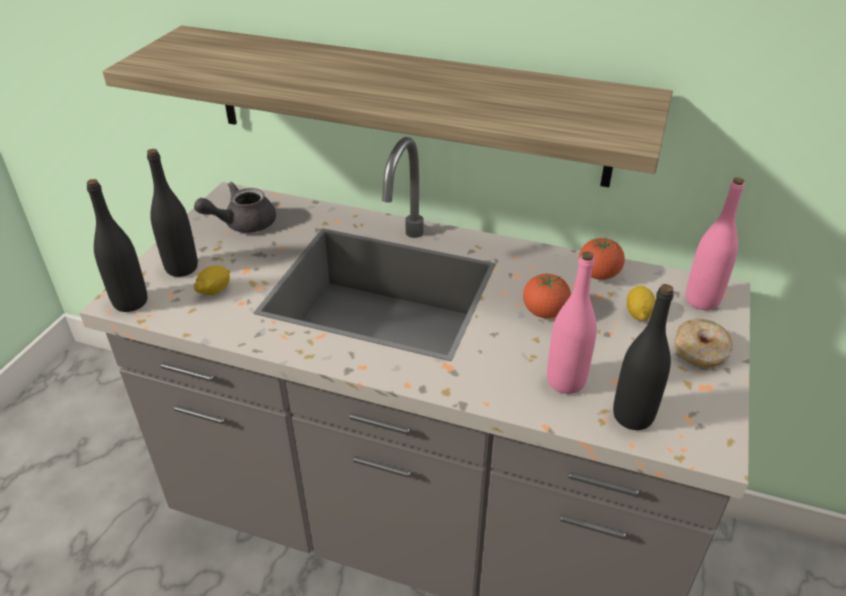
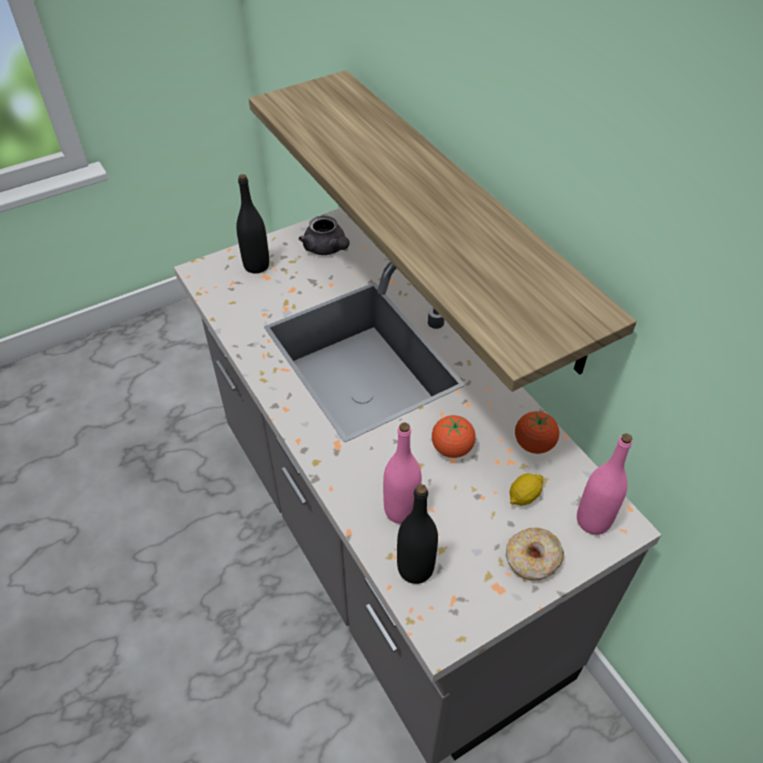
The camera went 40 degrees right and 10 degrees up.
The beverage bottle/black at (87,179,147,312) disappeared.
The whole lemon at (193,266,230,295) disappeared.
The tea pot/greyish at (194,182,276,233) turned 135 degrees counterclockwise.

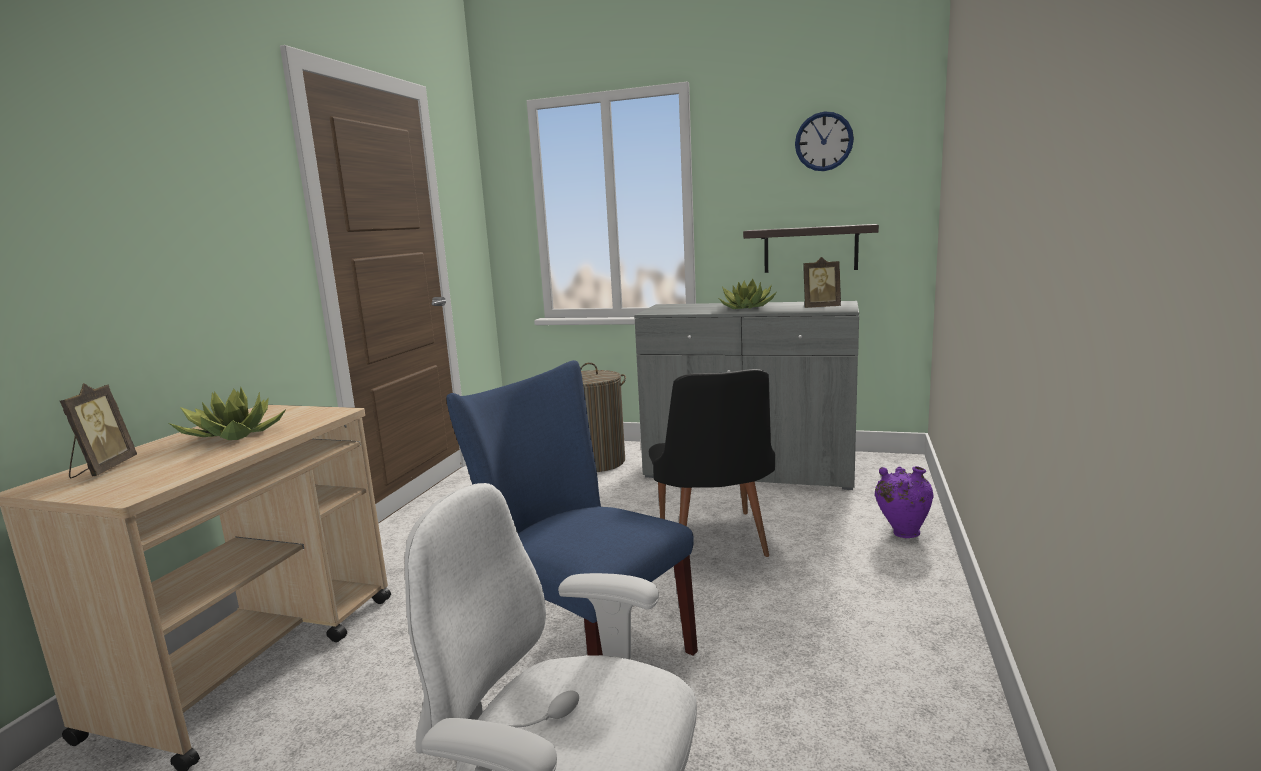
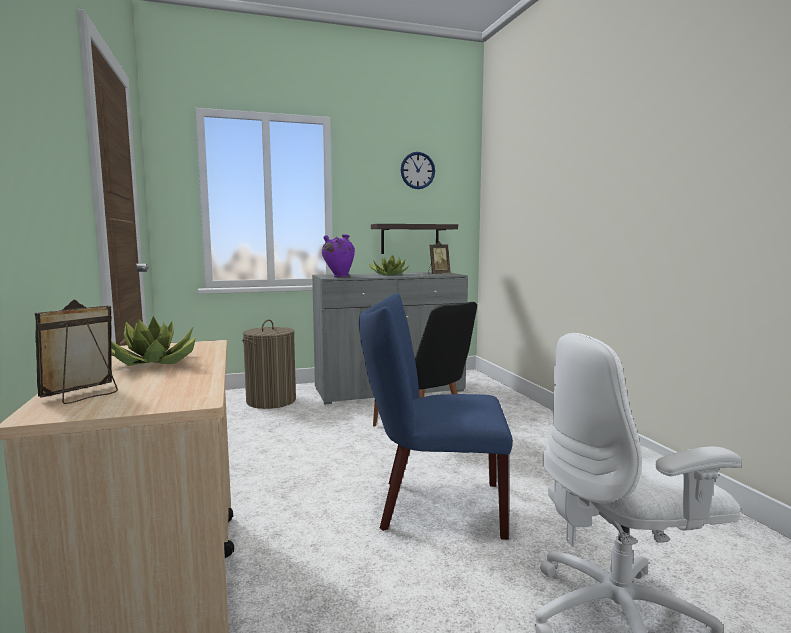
The camera went 35 degrees left and 5 degrees down.
The flower vase/purple moved from (875,466,934,538) to (322,234,355,277).
The standing frame at (60,383,137,478) turned 105 degrees counterclockwise.

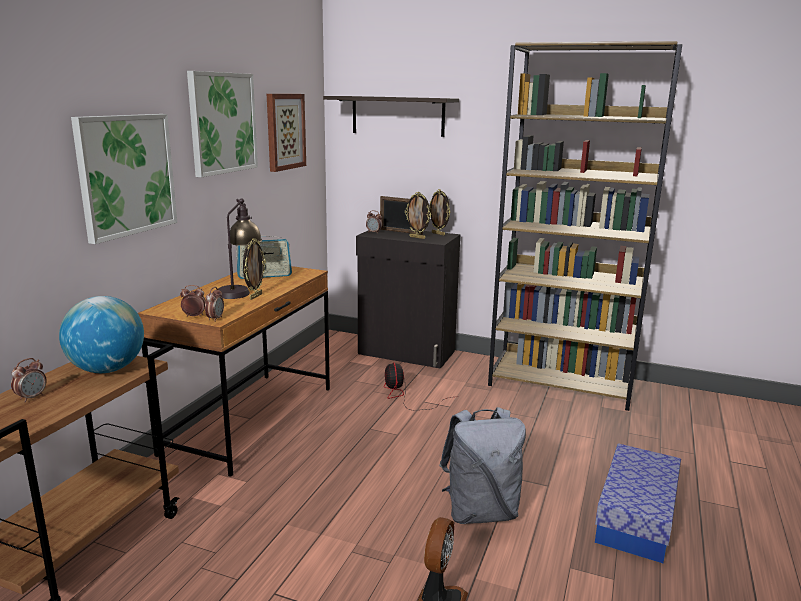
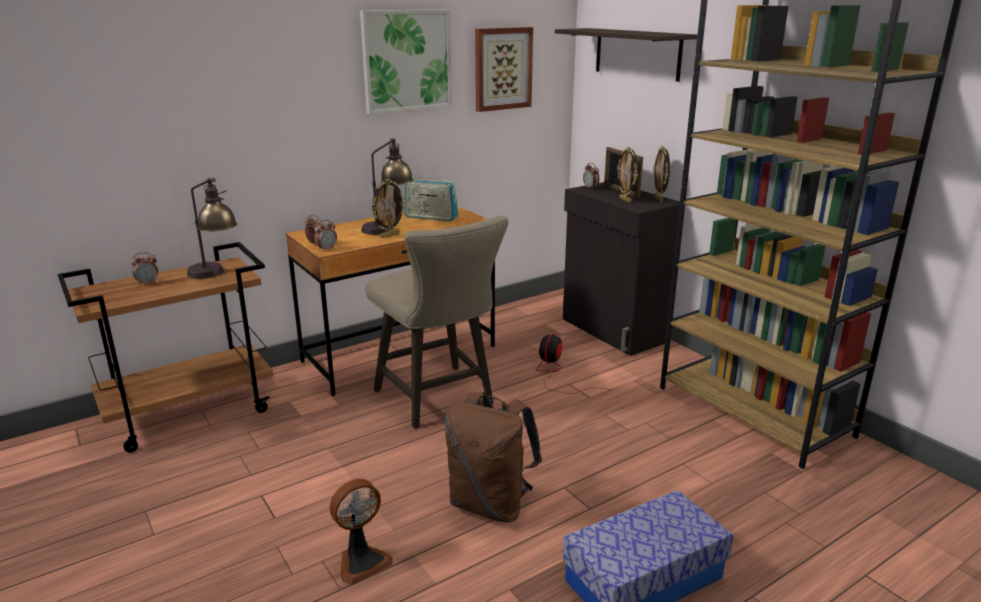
The camera went 35 degrees right and 5 degrees up.
The wall picture at (71,114,177,244) disappeared.
The sitting stool/beige at (365,216,508,429) appeared.
The globe at (59,296,144,373) was replaced by the tabletop lamp at (187,177,237,279).
The knapsack/greyish at (439,407,526,524) became the knapsack/brown at (445,392,542,522).

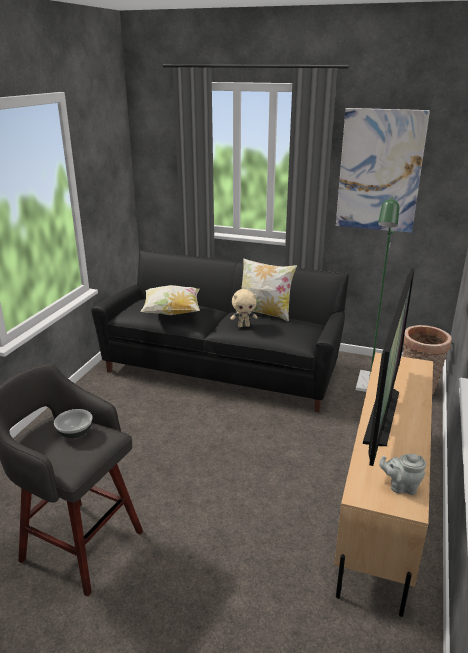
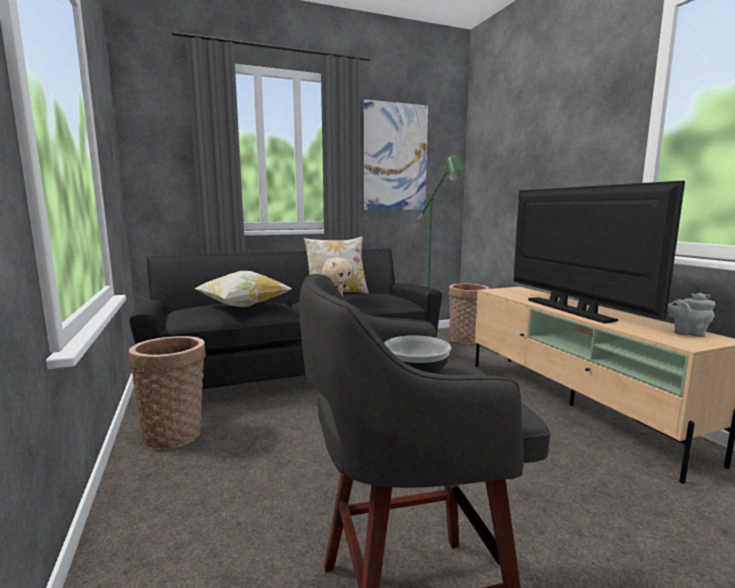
The camera went 40 degrees left and 15 degrees down.
The household basket at (128,336,206,451) appeared.
The tea pot/greyish at (379,453,426,495) turned 60 degrees clockwise.

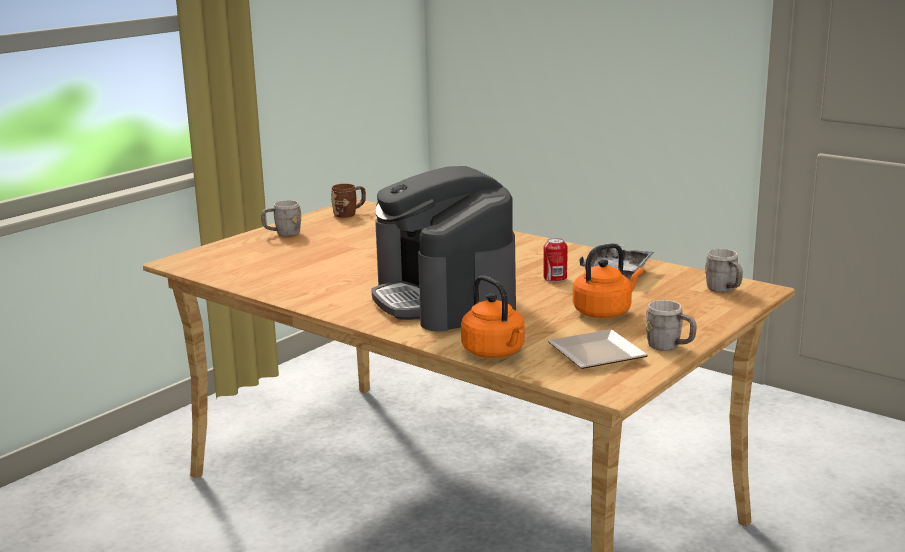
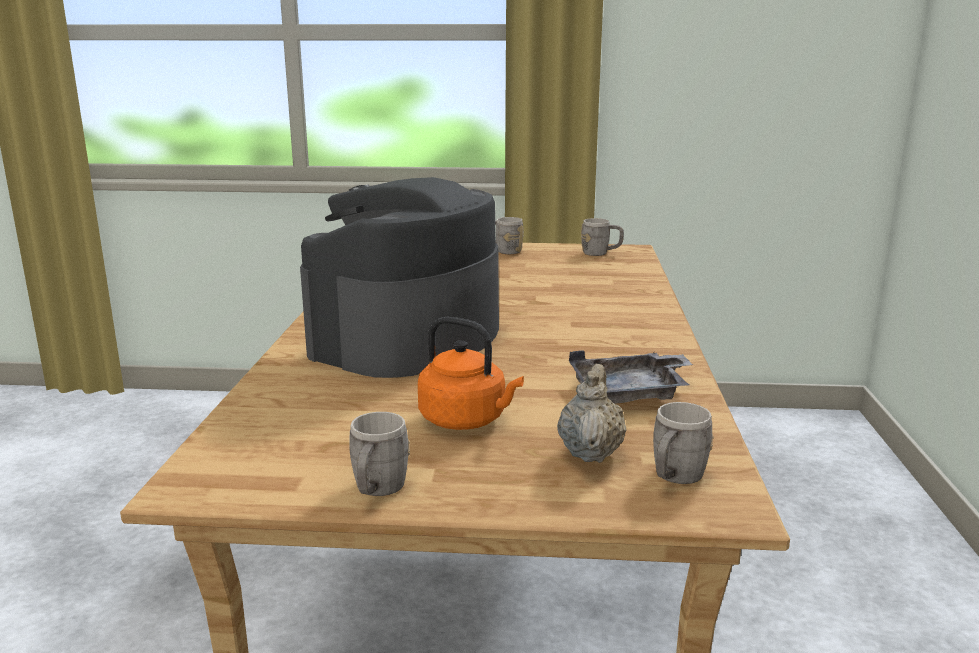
The camera went 55 degrees right and 0 degrees up.
The kettle/orangey at (461,276,525,358) disappeared.
The can at (543,238,568,282) disappeared.
The dinner plate at (548,329,648,369) disappeared.
The tea pot/beige at (557,364,627,463) appeared.
The coffee mug/brown at (331,184,366,218) became the coffee mug/greyish at (581,218,624,256).

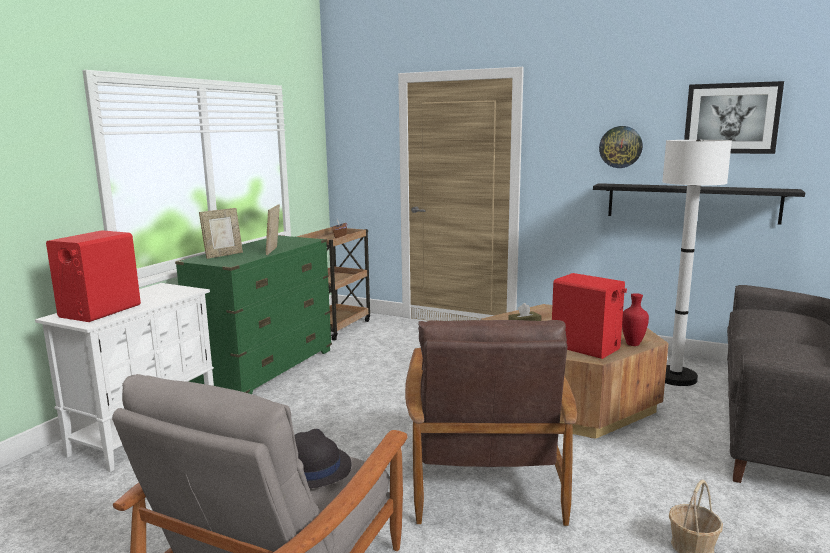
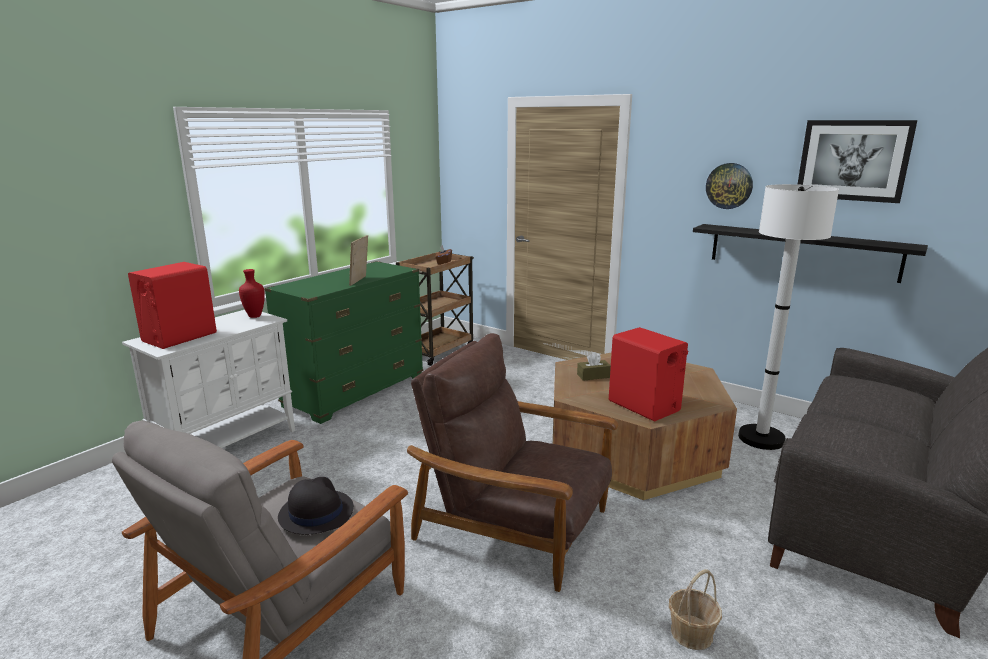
The camera went 10 degrees right and 5 degrees up.
The standing frame at (199,208,243,259) disappeared.
The flower vase/red moved from (622,293,649,346) to (239,269,265,318).
The armchair/brown at (405,320,577,526) turned 105 degrees clockwise.

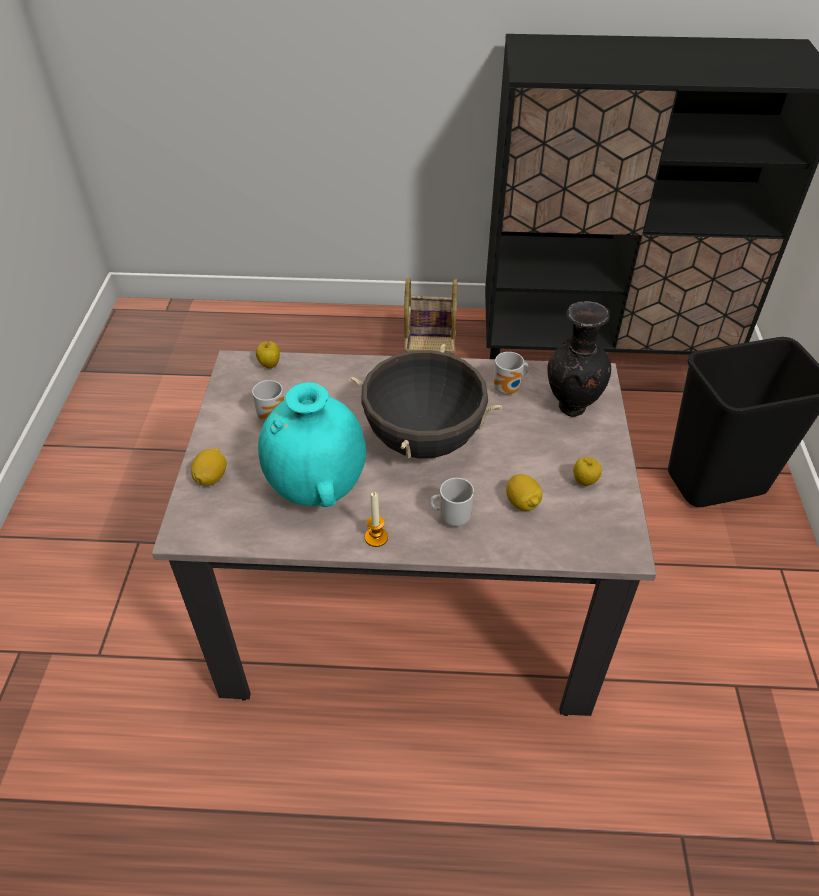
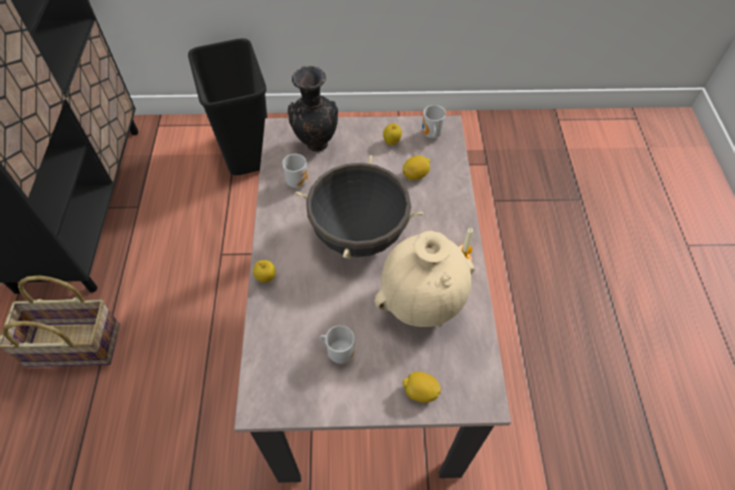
The camera went 95 degrees left and 10 degrees up.
The apple moved from (256,340,280,369) to (253,260,276,283).
The coffee mug moved from (429,478,474,526) to (422,105,446,138).
The flower vase/turquoise at (258,382,366,507) became the flower vase/beige at (374,231,475,327).

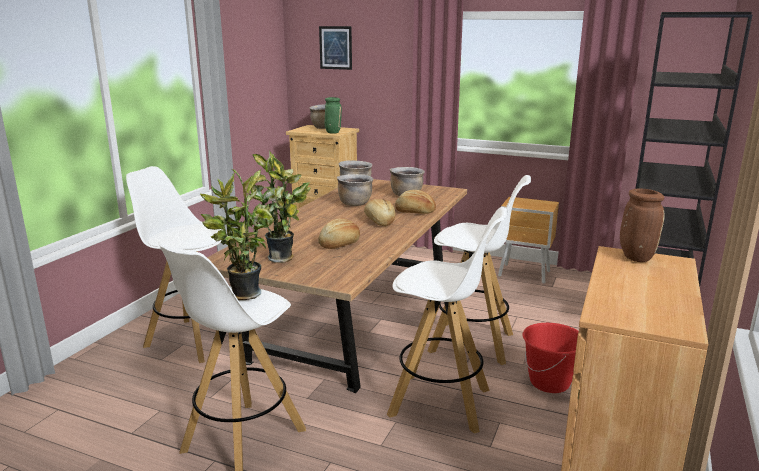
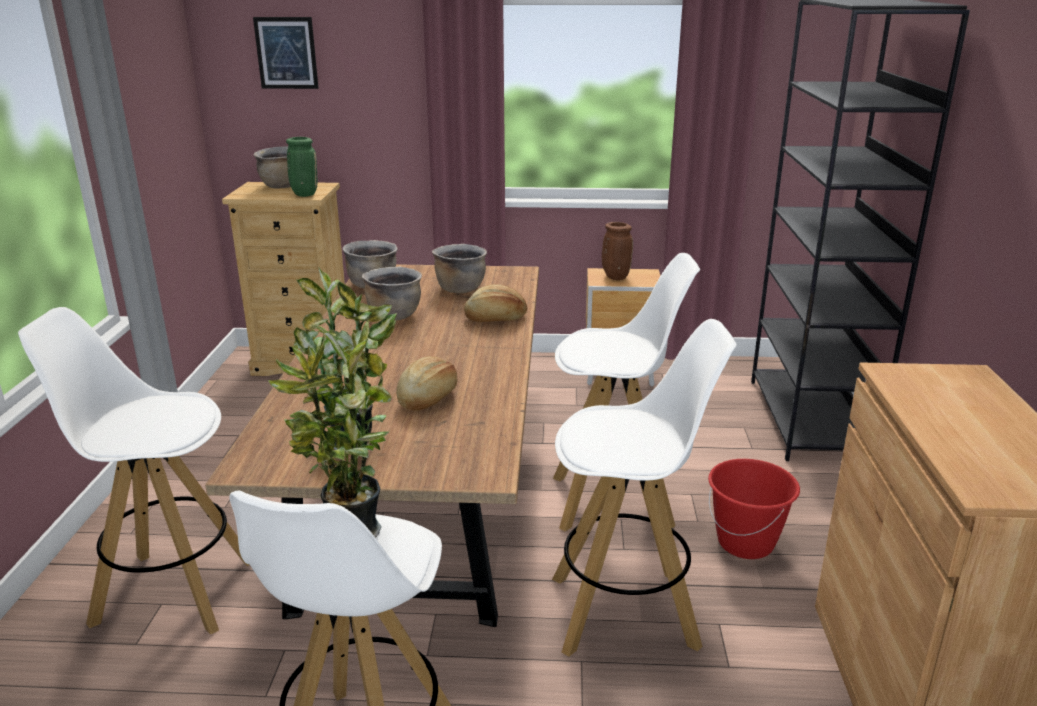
The camera went 20 degrees left and 5 degrees up.
The bread at (364,199,395,226) disappeared.
The flower vase/brown moved from (620,188,665,262) to (602,222,633,280).

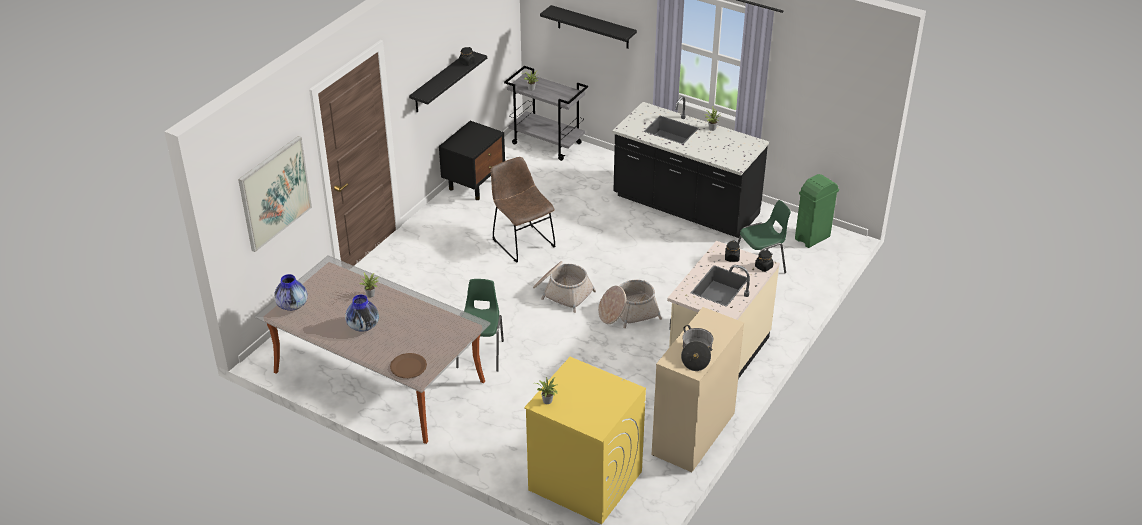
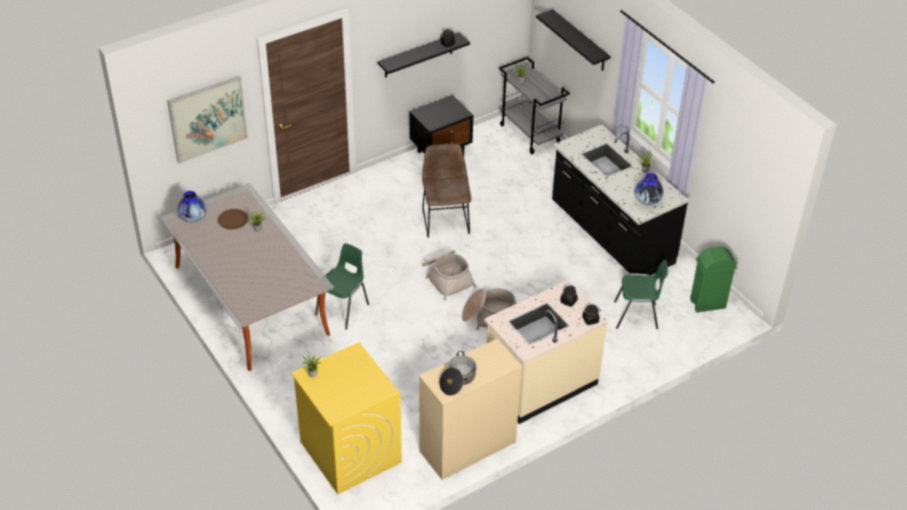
The camera went 25 degrees right and 5 degrees up.
The flower vase moved from (345,295,379,332) to (634,173,663,205).
The dinner plate/brown moved from (390,353,427,378) to (218,209,248,230).

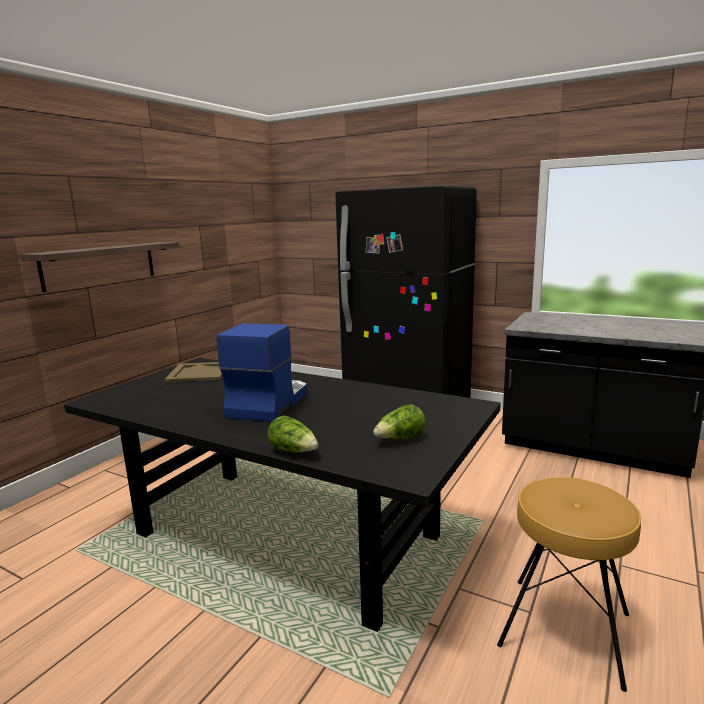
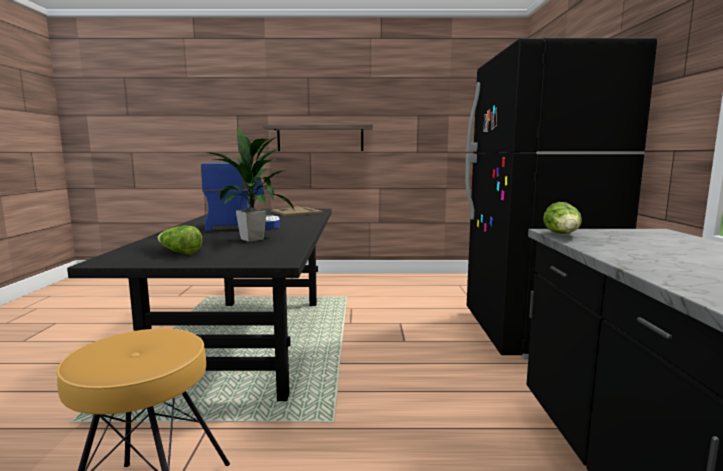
The camera went 60 degrees right and 5 degrees down.
The plant in a pot at (209,127,295,242) appeared.
The lettuce moved from (268,415,318,452) to (543,202,582,234).

